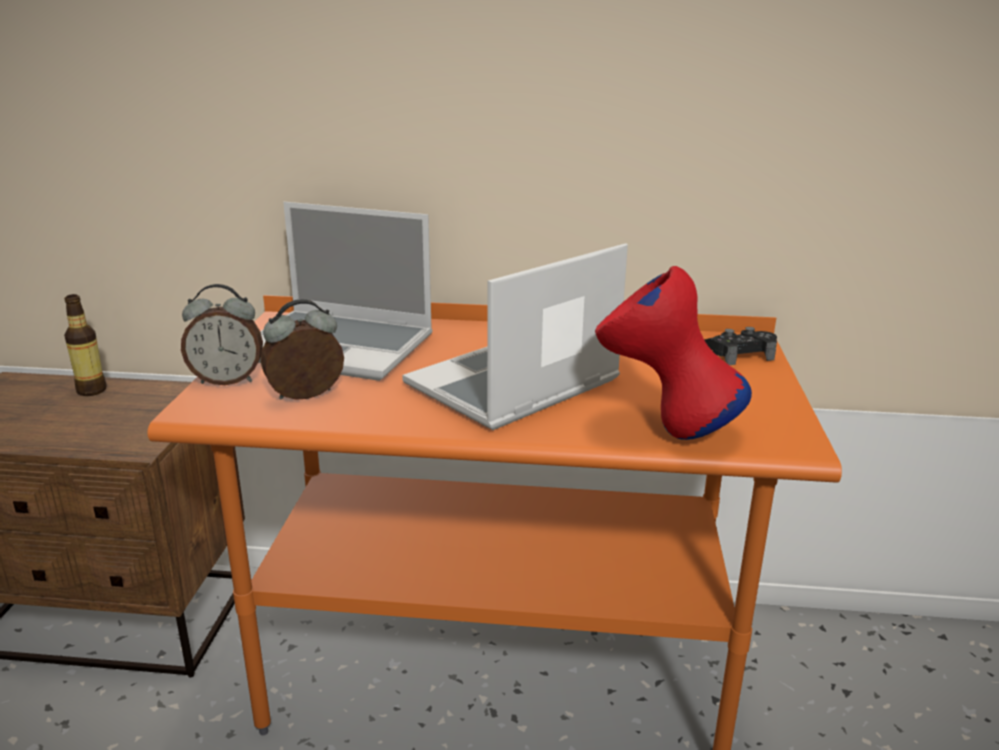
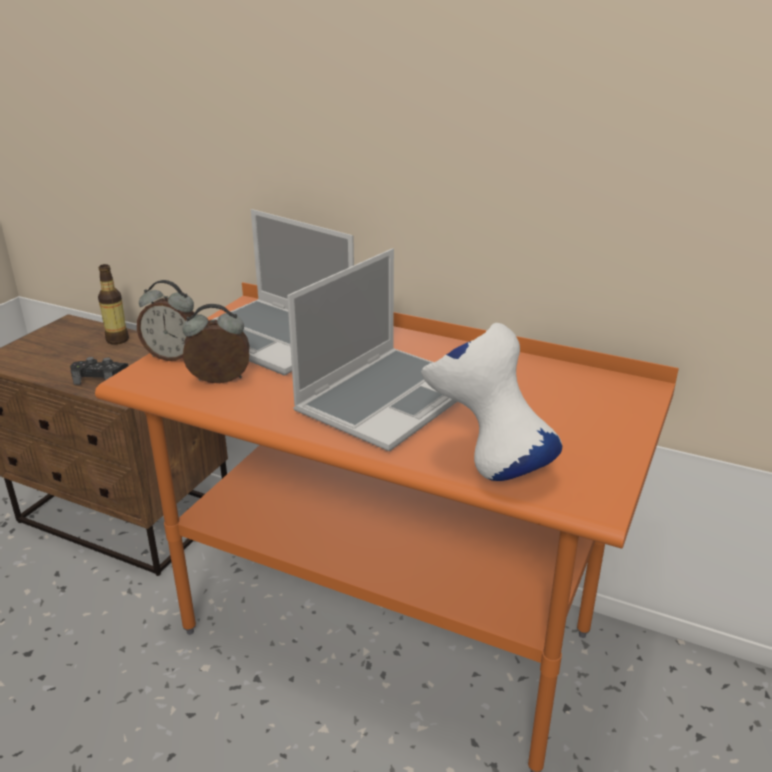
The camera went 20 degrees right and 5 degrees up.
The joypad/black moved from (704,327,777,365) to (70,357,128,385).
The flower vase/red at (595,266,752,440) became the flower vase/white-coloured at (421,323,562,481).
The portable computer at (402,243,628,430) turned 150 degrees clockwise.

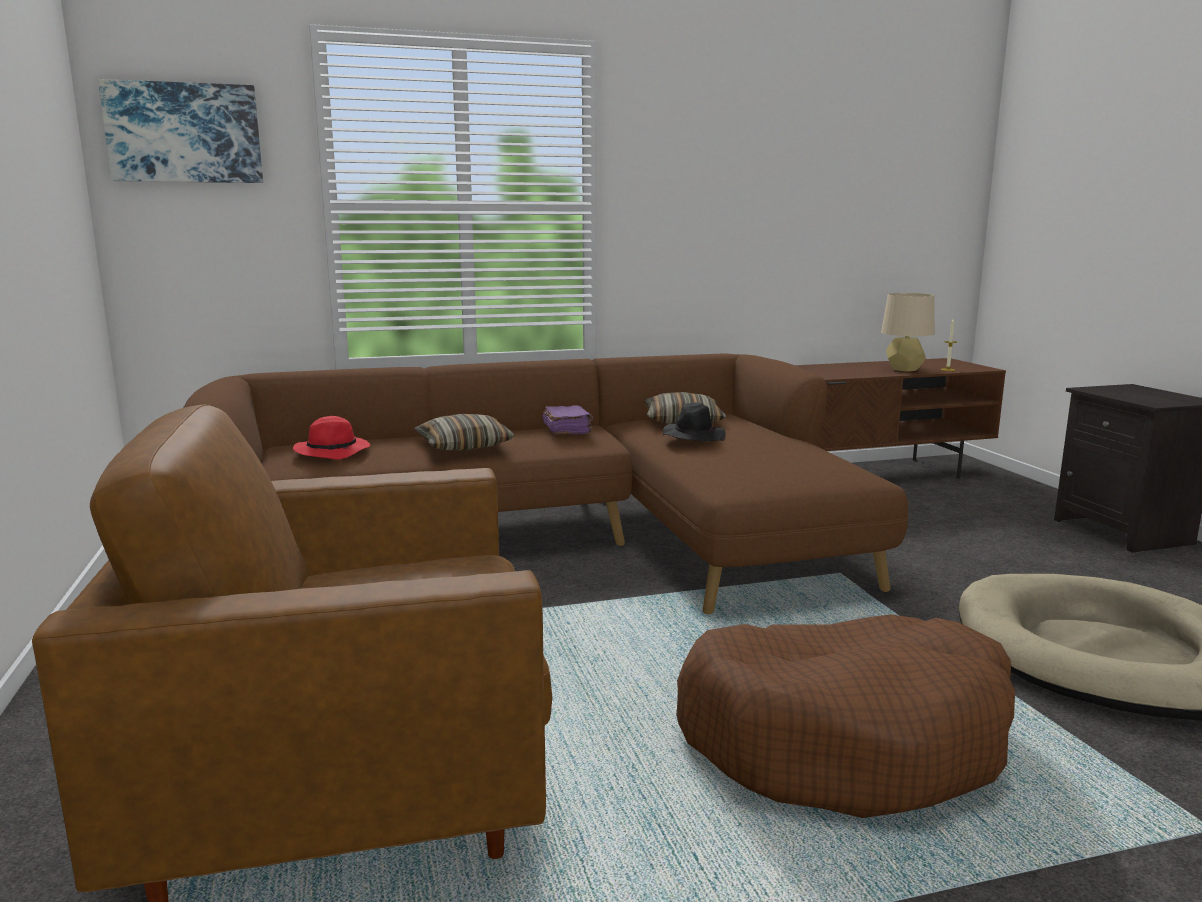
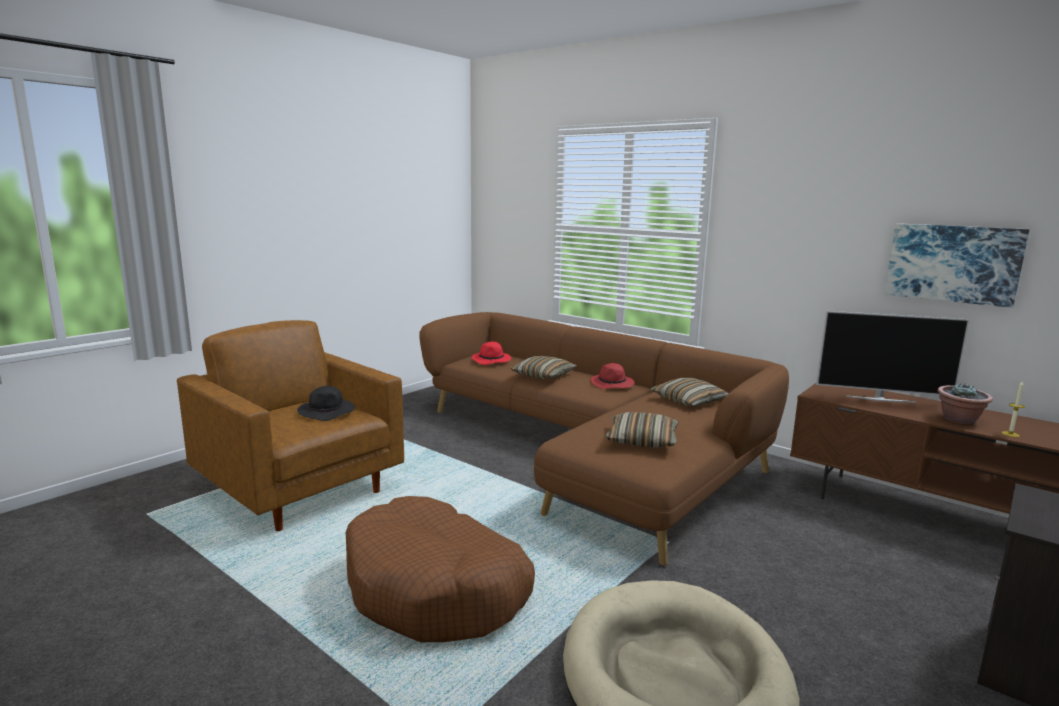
The camera went 55 degrees right and 0 degrees up.
The cushion at (605,412,679,447) appeared.
The TV set at (816,311,970,403) appeared.
The wall picture moved from (98,79,263,183) to (885,223,1030,308).
The wearable hat/black moved from (663,403,726,441) to (297,386,355,421).
The book/purple at (543,405,593,435) was replaced by the wearable hat/red at (590,363,634,389).
The tabletop lamp/beige at (881,293,935,372) was replaced by the plant in a pot at (938,383,993,424).

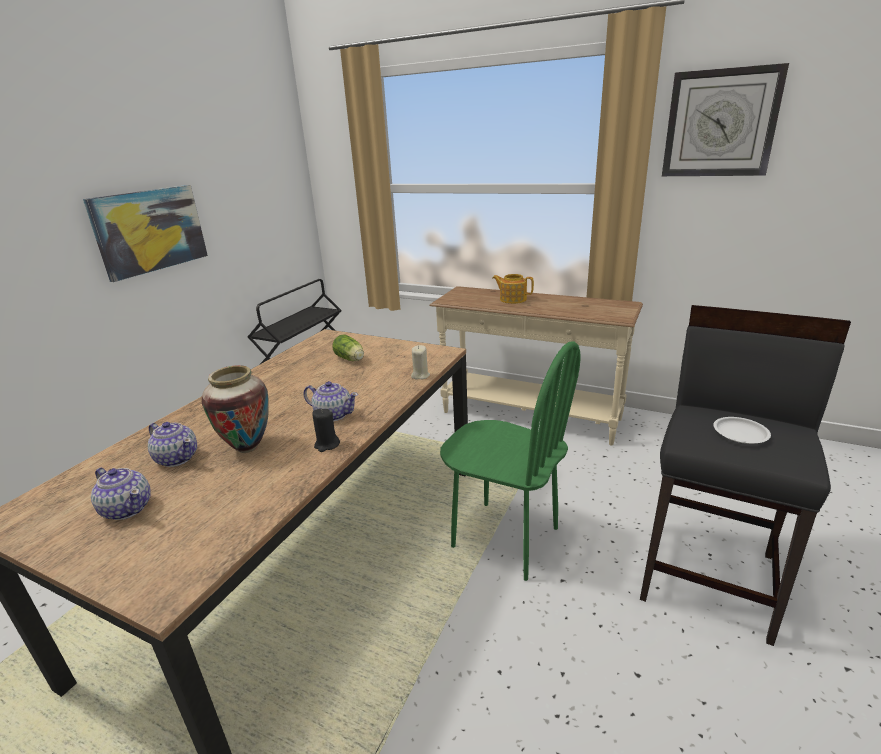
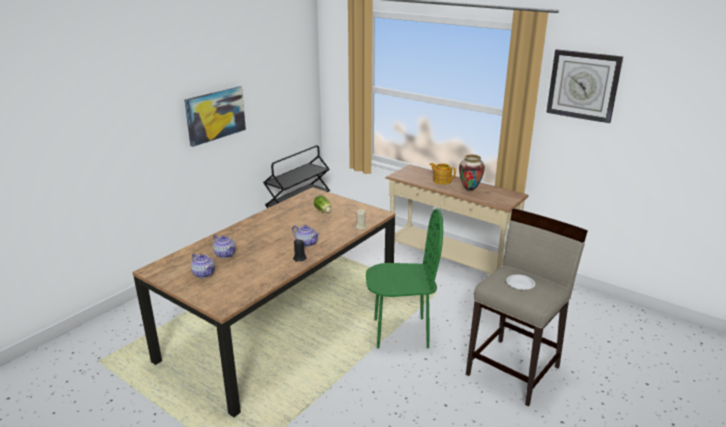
The camera went 10 degrees right and 0 degrees up.
The flower vase moved from (202,365,268,453) to (459,154,485,191).
The sitting stool/black at (640,305,851,646) became the sitting stool/beige at (466,208,588,406).
The upright chair/green-coloured at (440,341,581,581) turned 45 degrees counterclockwise.

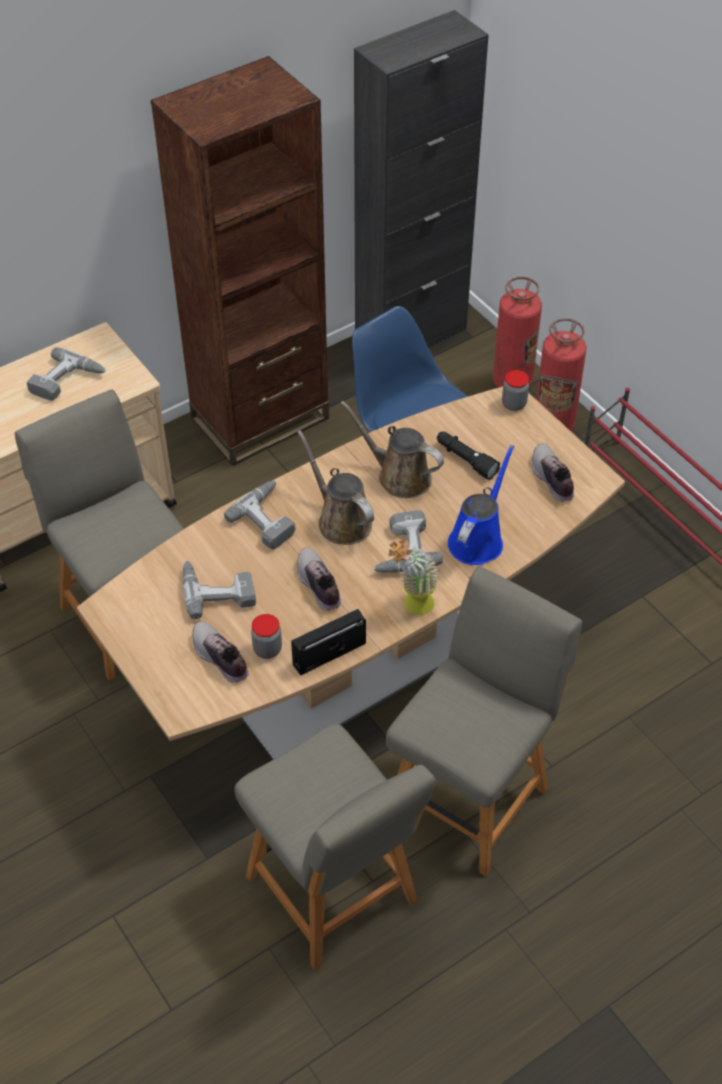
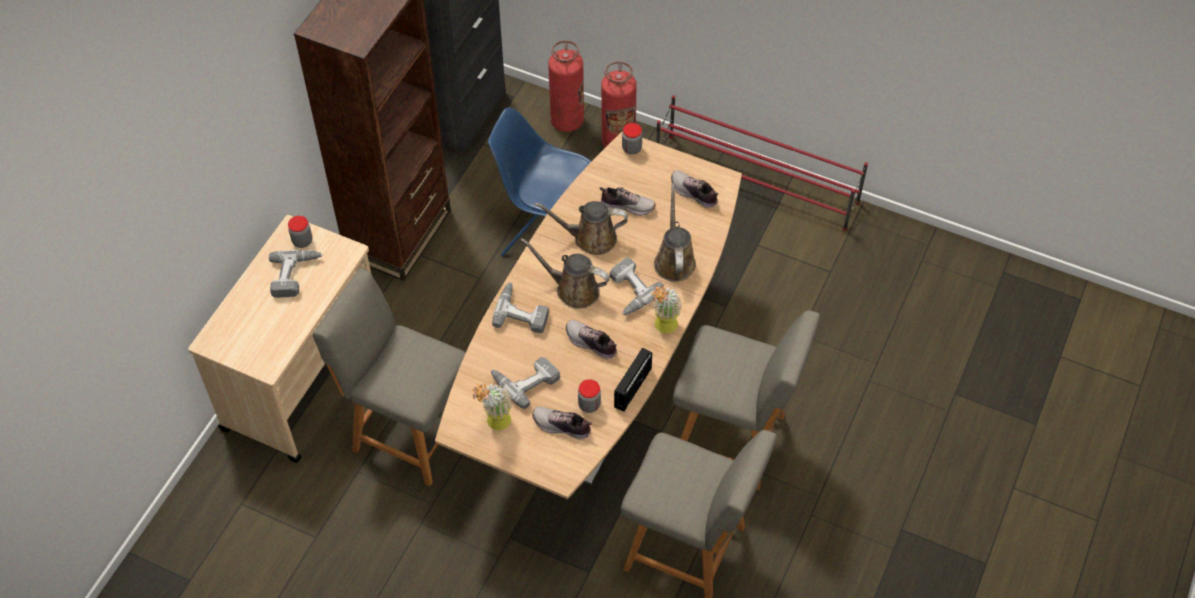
The camera went 30 degrees left and 5 degrees up.
The jar at (288,216,312,248) appeared.
The plant in a pot at (471,384,513,430) appeared.
The hand torch/black at (437,432,500,480) was replaced by the low shoe at (599,187,656,216).
The watering pot/blue-coloured at (448,445,515,565) became the watering pot/brown at (654,184,696,282).
The upright chair/greyish at (386,566,582,877) turned 105 degrees clockwise.

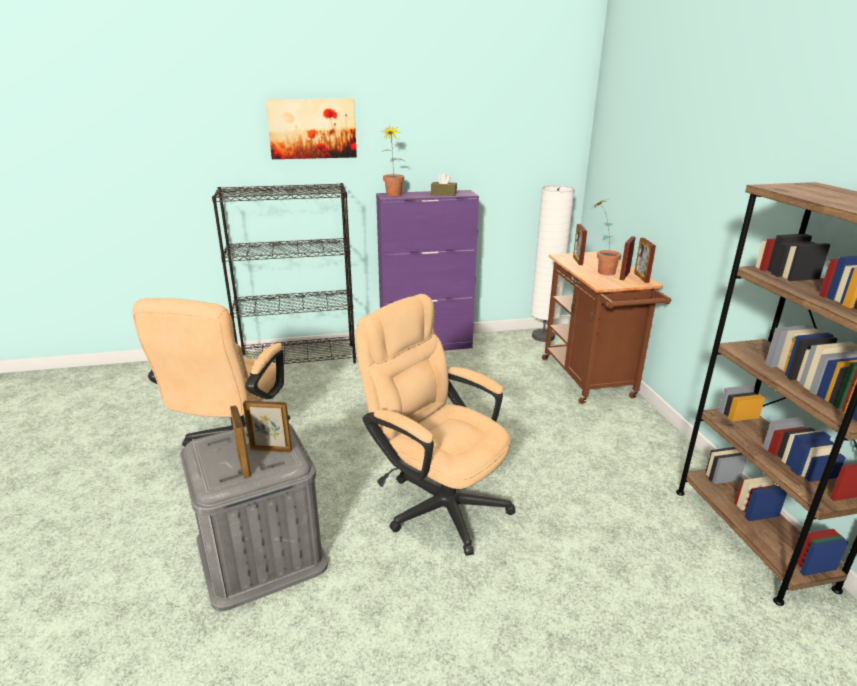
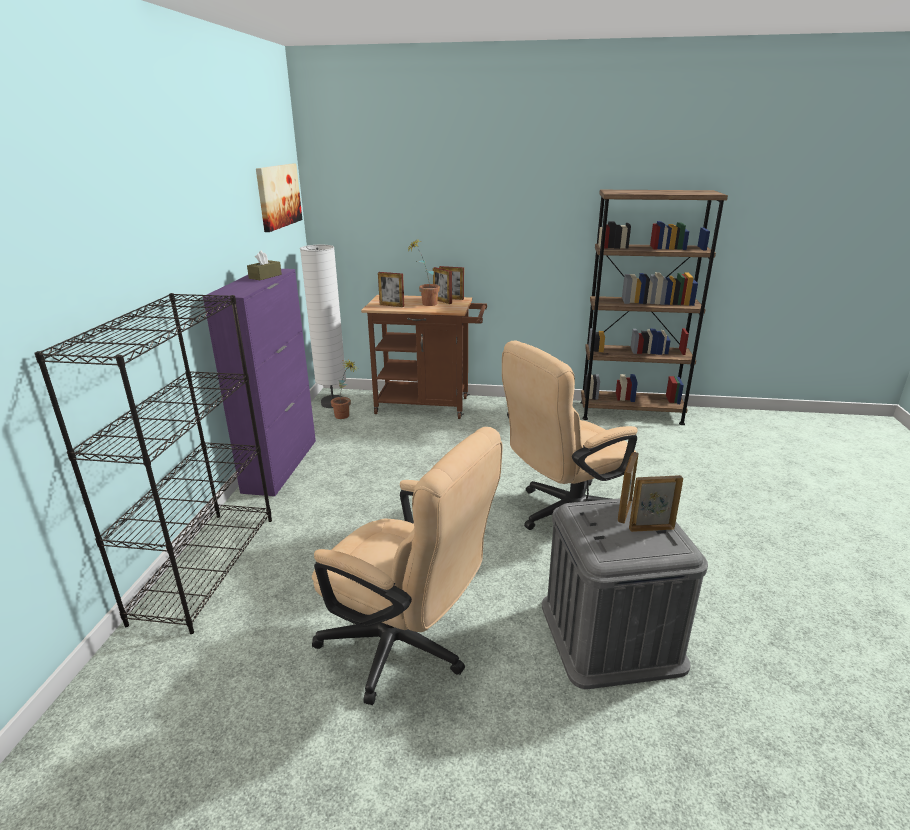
The camera went 70 degrees left and 0 degrees up.
The wall picture moved from (265,99,357,159) to (256,164,302,232).
The plant in a pot moved from (381,125,407,196) to (331,359,358,419).

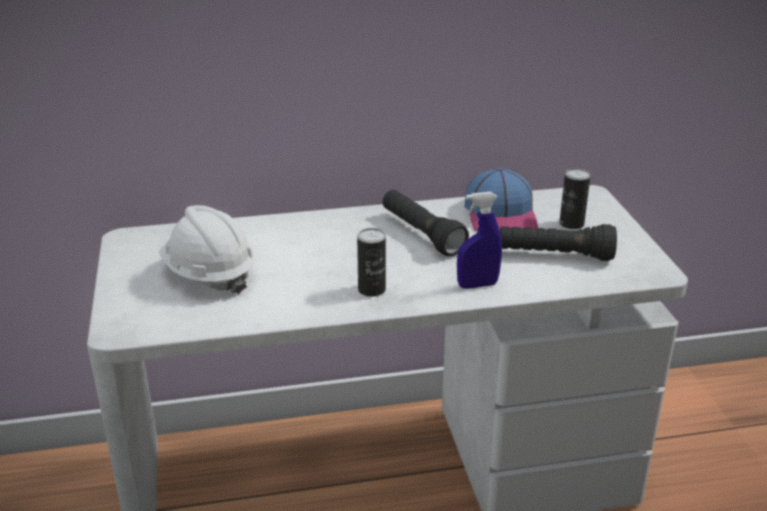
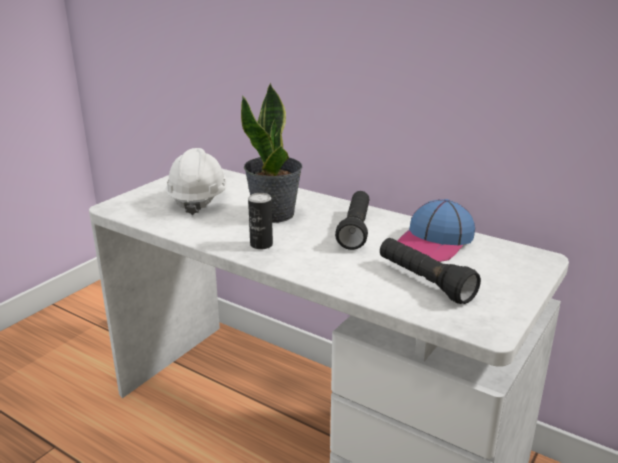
The camera went 45 degrees right and 5 degrees down.
The hand sprayer/blue-coloured at (457,192,502,289) disappeared.
The can at (559,168,590,229) disappeared.
The plant in a pot at (241,83,302,223) appeared.

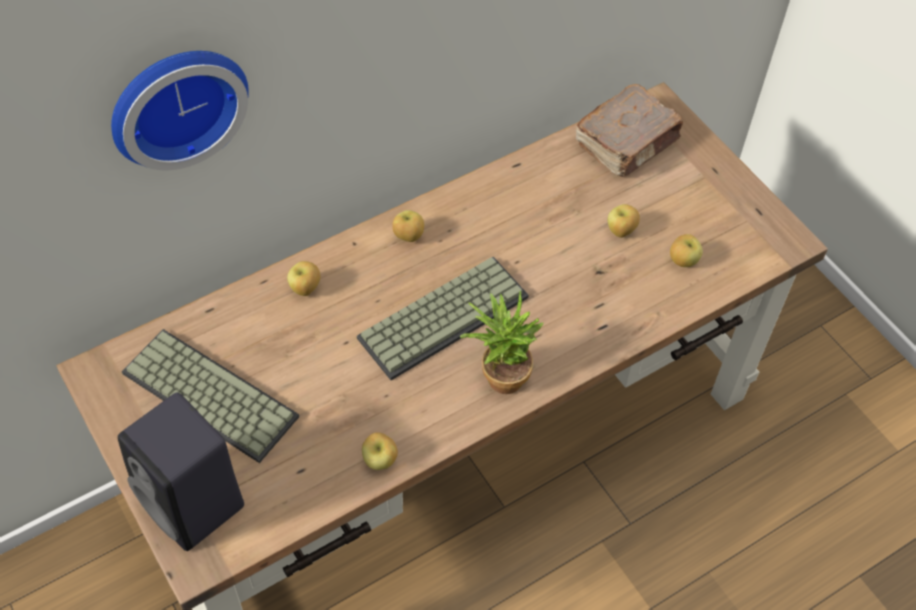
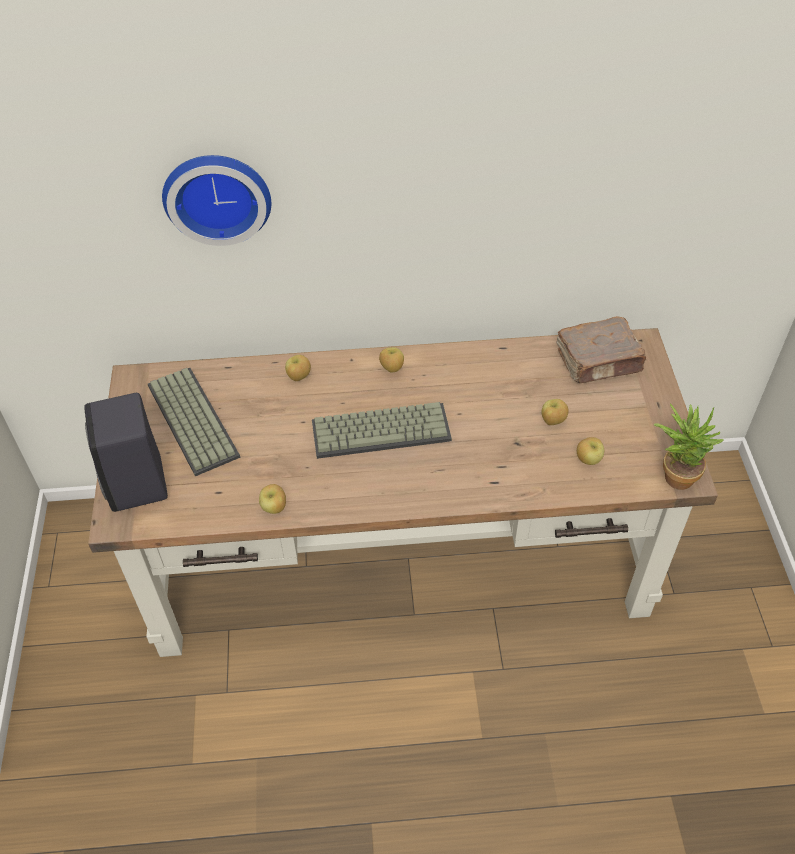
The camera went 30 degrees right and 5 degrees down.
The plant in a pot moved from (460,290,543,394) to (654,404,724,490).

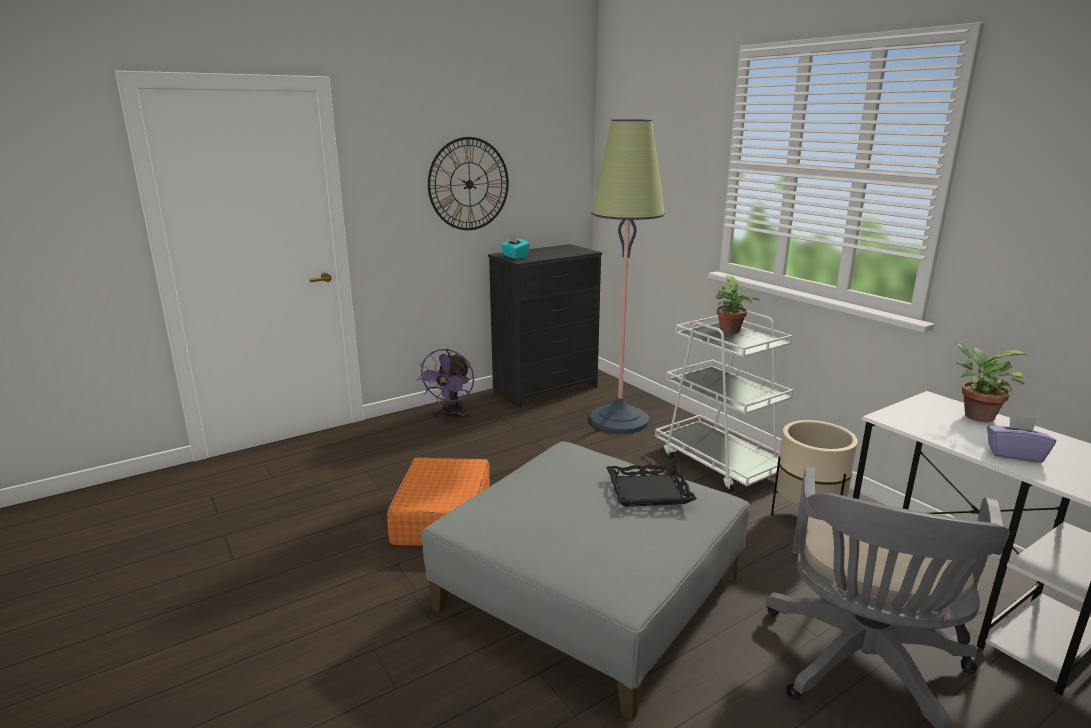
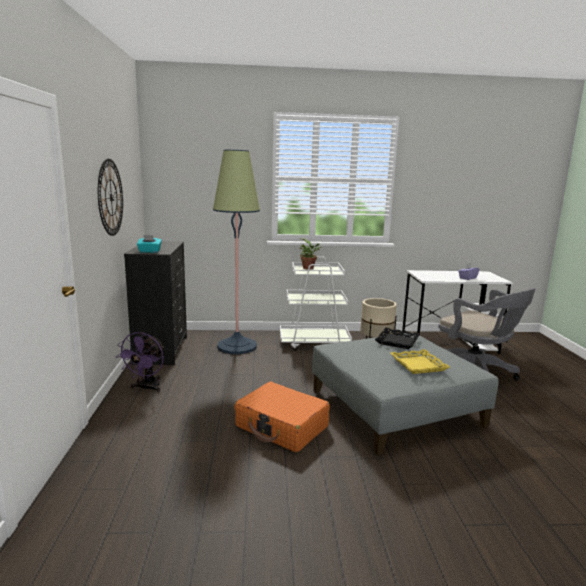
The camera went 60 degrees left and 5 degrees down.
The plant in a pot at (955,343,1028,422) disappeared.
The tray/yellow-coloured at (391,349,450,374) appeared.
The fan/purple at (417,349,474,420) turned 60 degrees clockwise.

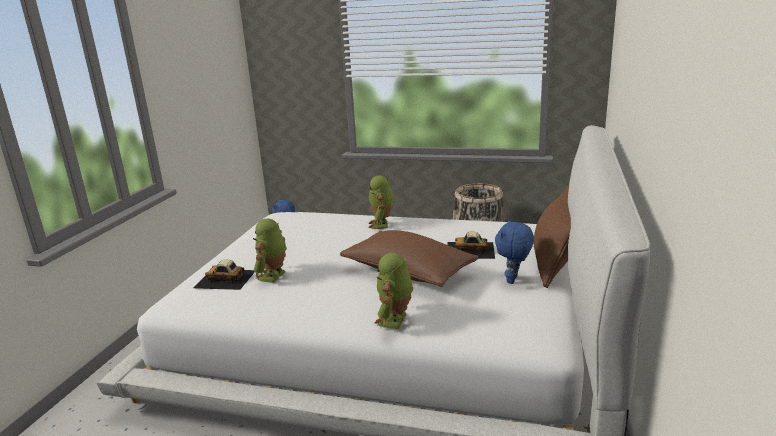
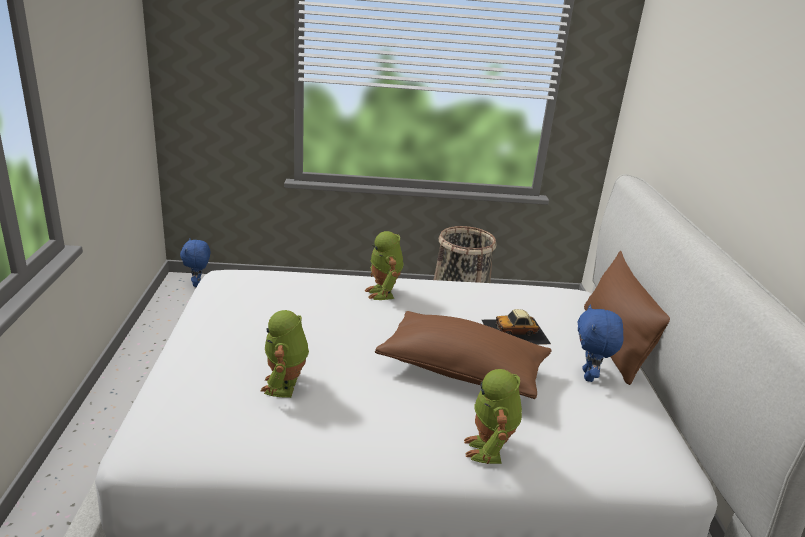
The camera went 20 degrees left and 5 degrees up.
The miniature car at (193,259,255,290) disappeared.

